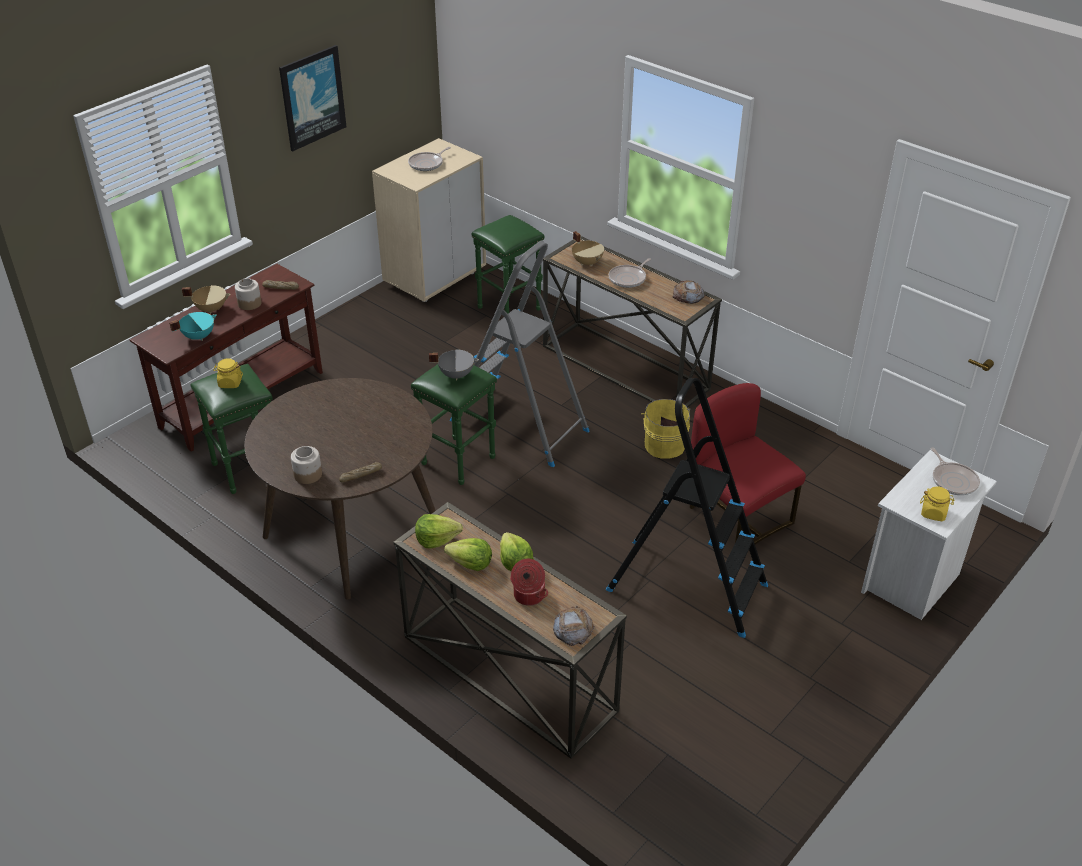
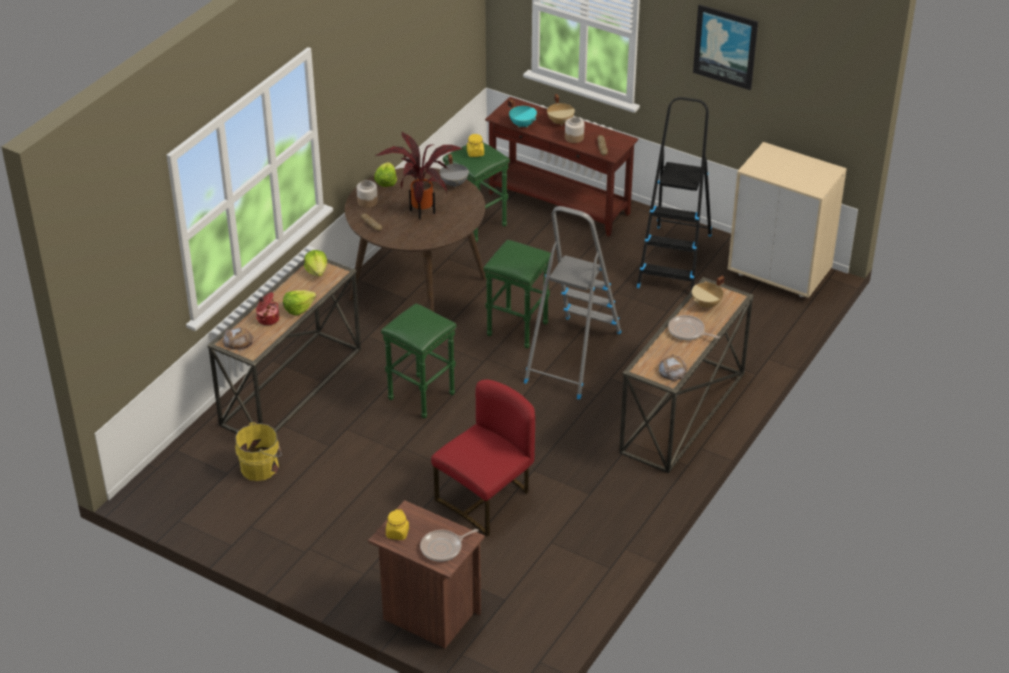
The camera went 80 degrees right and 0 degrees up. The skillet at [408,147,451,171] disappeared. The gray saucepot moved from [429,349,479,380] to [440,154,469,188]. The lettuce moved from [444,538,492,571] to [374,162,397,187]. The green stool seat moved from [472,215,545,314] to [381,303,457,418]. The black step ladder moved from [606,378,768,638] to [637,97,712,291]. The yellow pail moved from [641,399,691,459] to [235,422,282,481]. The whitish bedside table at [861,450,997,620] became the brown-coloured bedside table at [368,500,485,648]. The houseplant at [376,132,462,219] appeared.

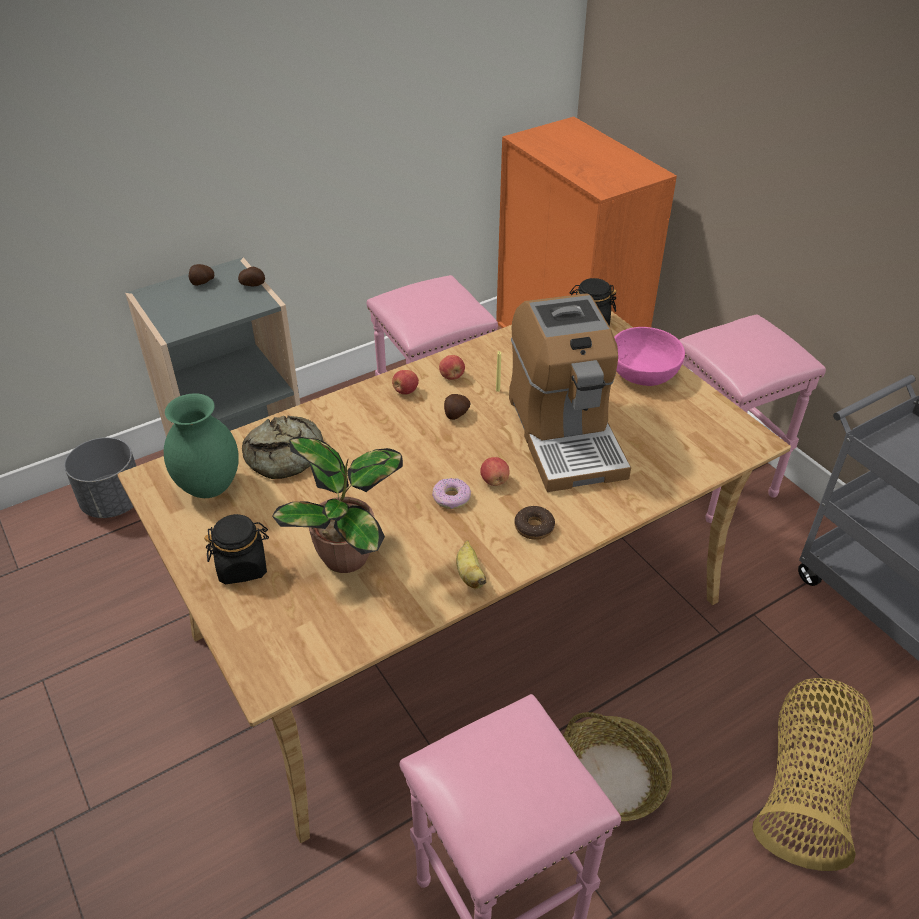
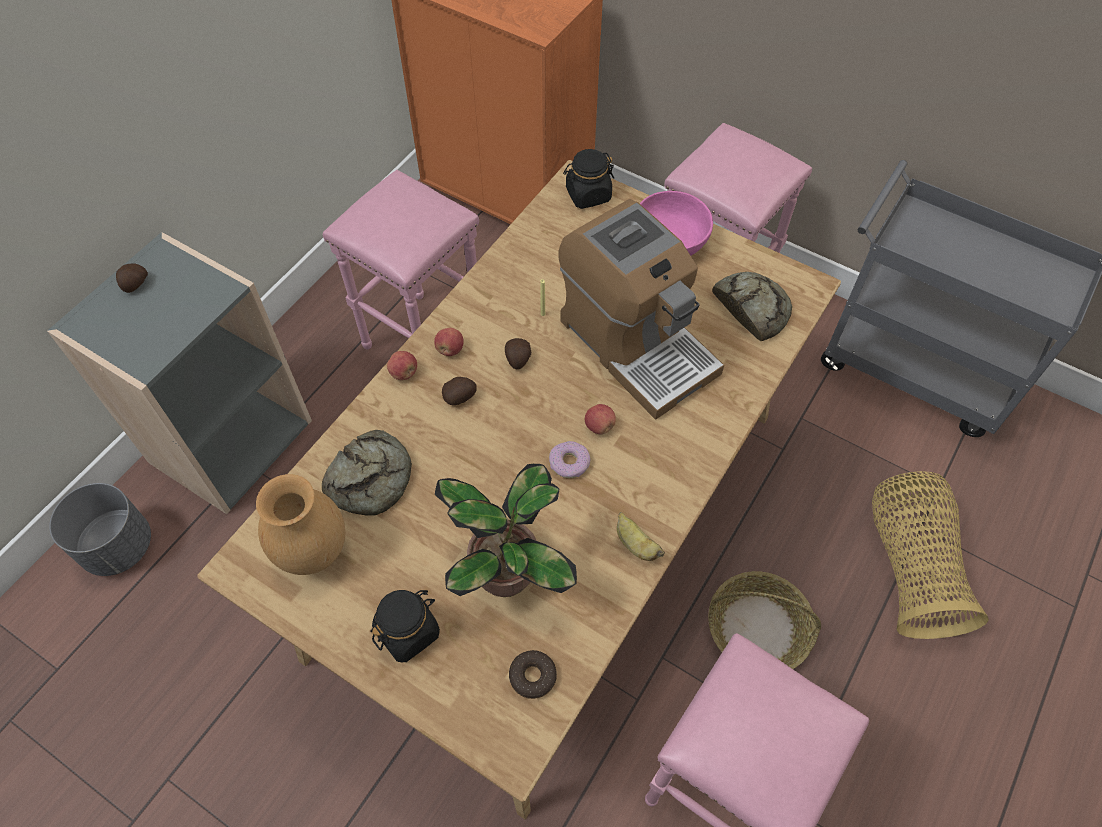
The camera went 25 degrees left and 15 degrees up. The green vase at [164,393,239,498] became the brown-coloured vase at [256,474,345,575]. The potato moved from [238,266,265,287] to [442,377,476,405]. The whole apple moved from [439,355,465,380] to [387,351,417,380]. The doughnut moved from [515,506,555,540] to [509,650,557,699]. The baked bread at [712,272,792,341] appeared.

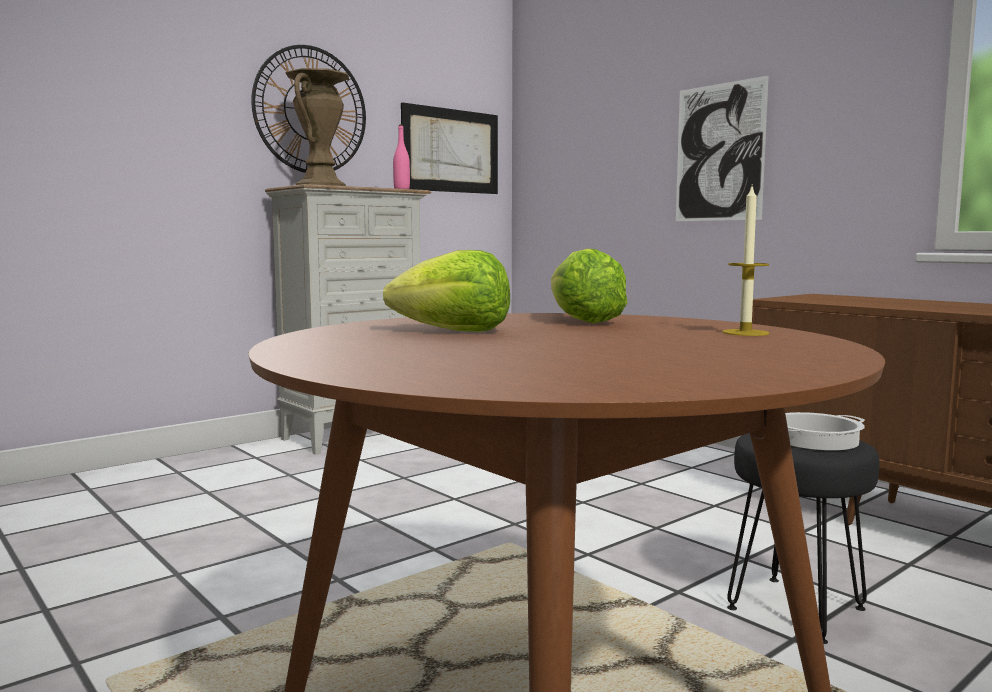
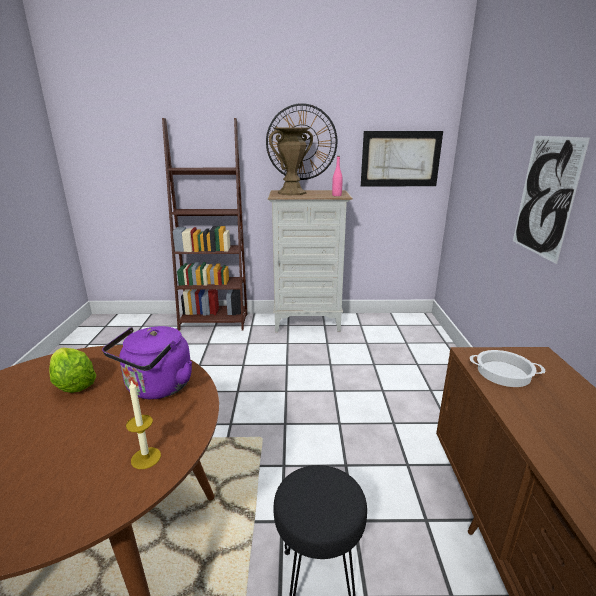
The camera went 40 degrees right and 15 degrees up. The lettuce at [551,249,628,323] was replaced by the purplish kettle at [102,326,192,399]. The saucepot moved from [785,412,866,451] to [470,350,546,387]. The brown-coloured bookshelf at [162,118,247,331] appeared.

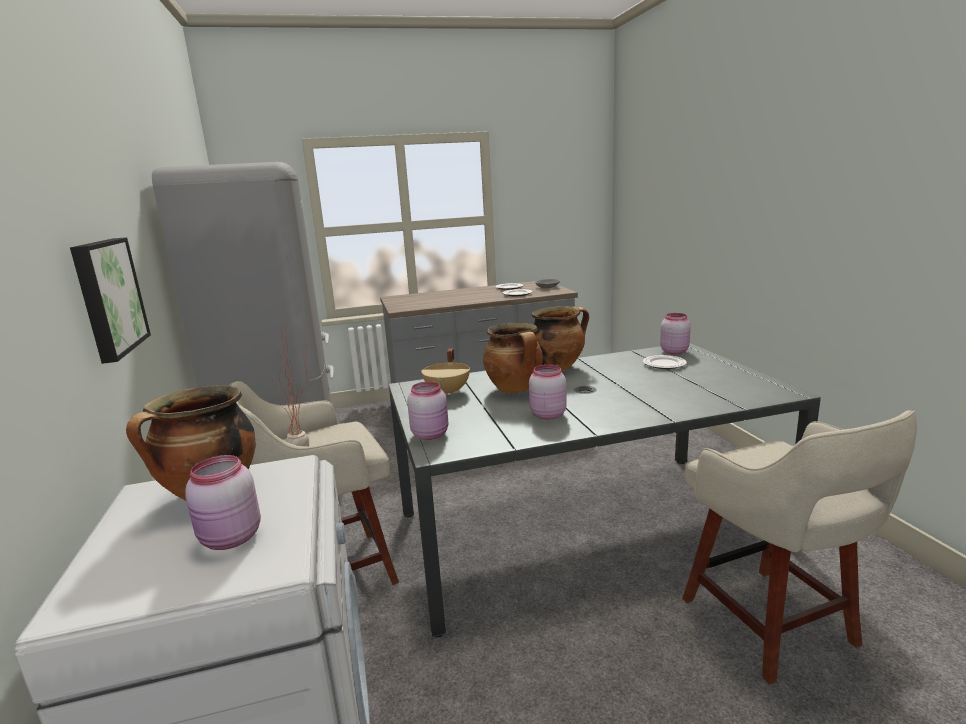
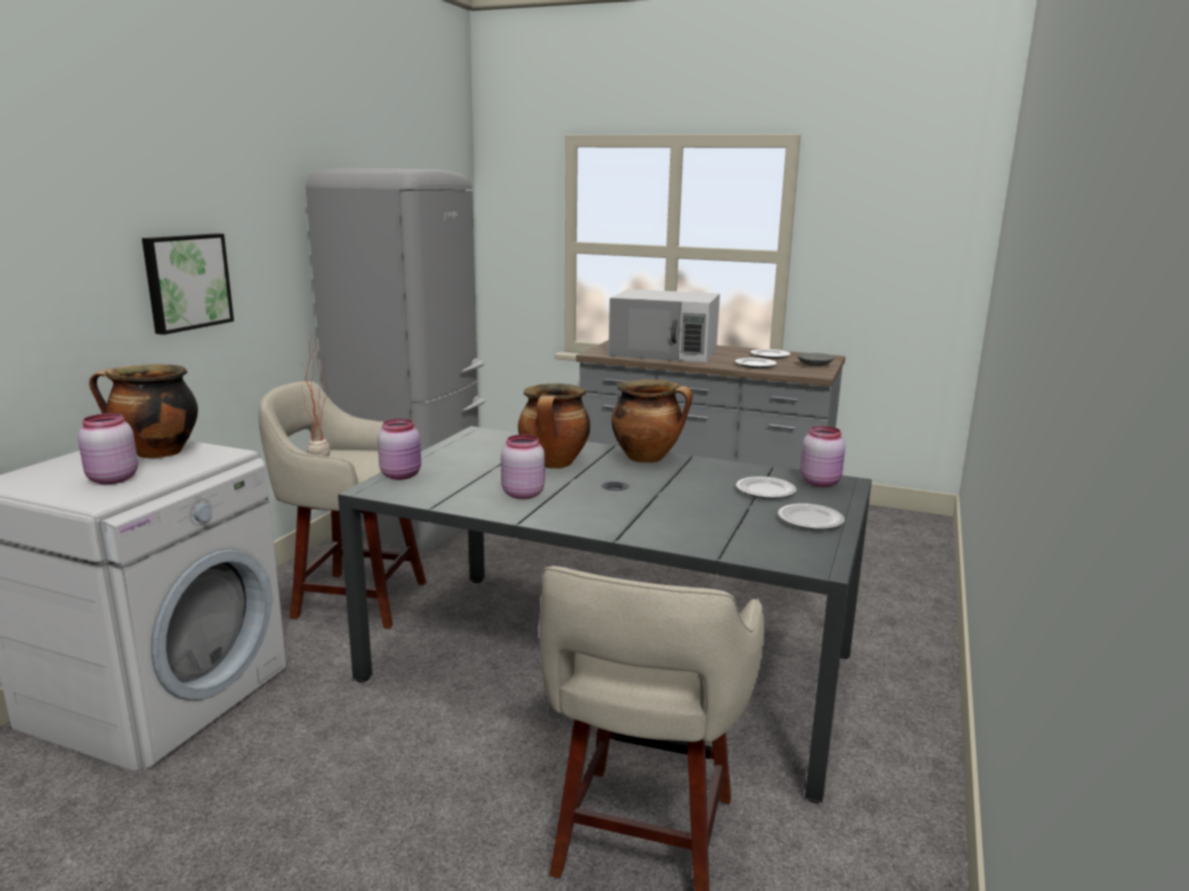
The camera went 35 degrees right and 0 degrees up. The beige saucepot at [421,348,470,397] disappeared. The whitish microwave oven at [608,289,720,362] appeared. The flat dish at [778,503,845,530] appeared.

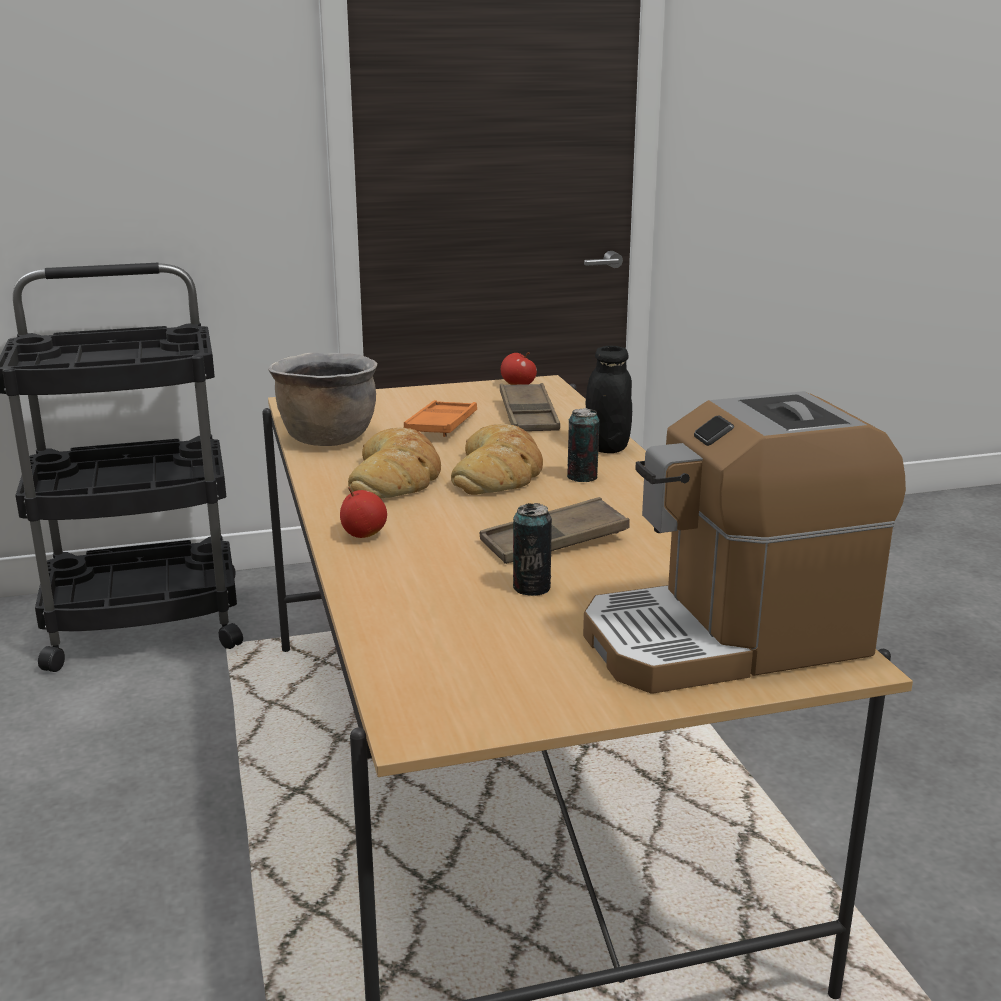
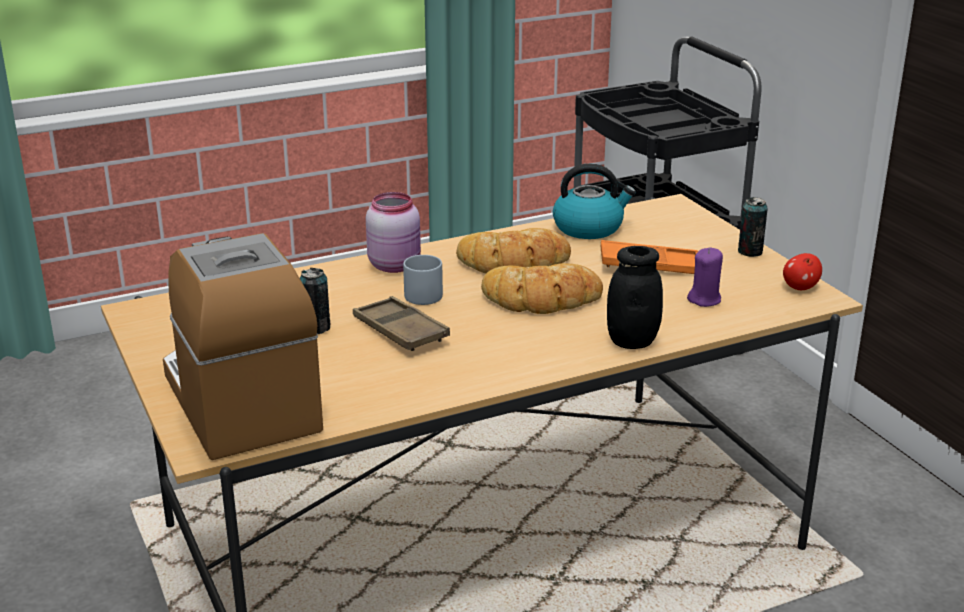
The camera went 80 degrees right and 5 degrees up. The brown-coloured saucepot at [268,353,377,446] was replaced by the kettle at [553,164,636,239]. The whole apple at [340,487,387,538] was replaced by the pinkish storage jar at [366,192,421,273]. The brown-coloured tray at [500,383,560,431] was replaced by the purplish wax candle at [687,248,723,307]. The sealed can moved from [567,408,600,482] to [738,197,768,257]. The gray coffee mug at [403,255,443,305] appeared.

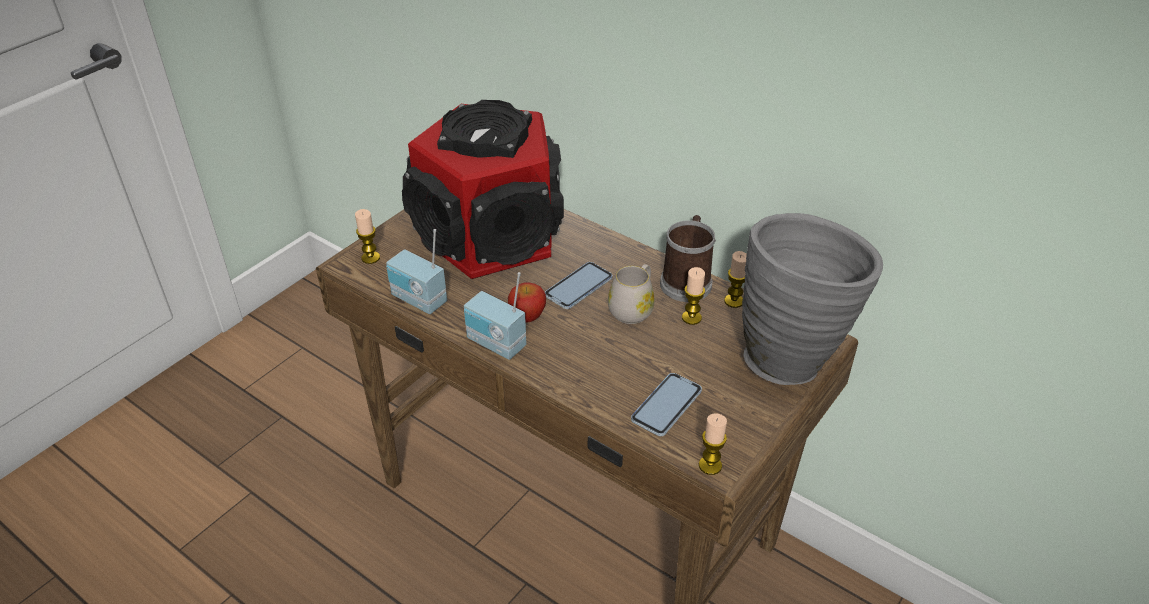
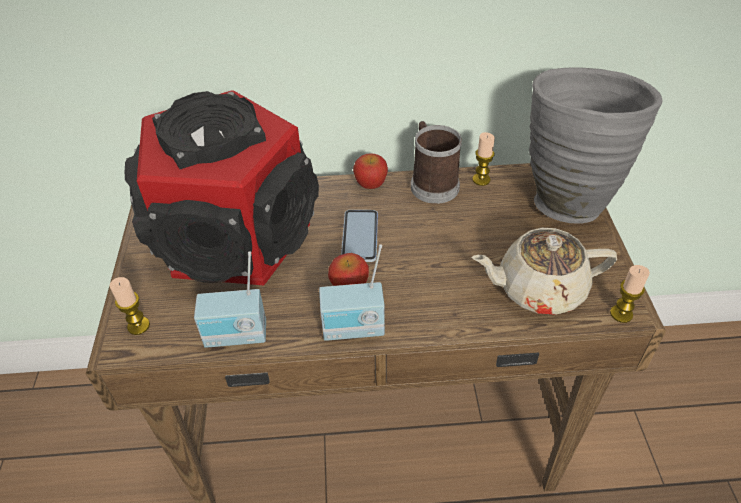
The camera went 40 degrees left and 5 degrees up. The whitish coffee mug at [608,264,655,324] disappeared. The handset at [631,373,702,436] was replaced by the beige teapot at [472,228,617,315]. The wax candle at [682,267,705,325] disappeared. The whole apple at [353,153,388,189] appeared.

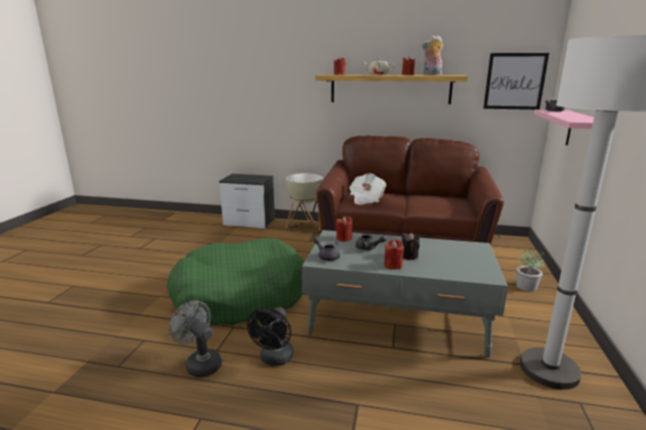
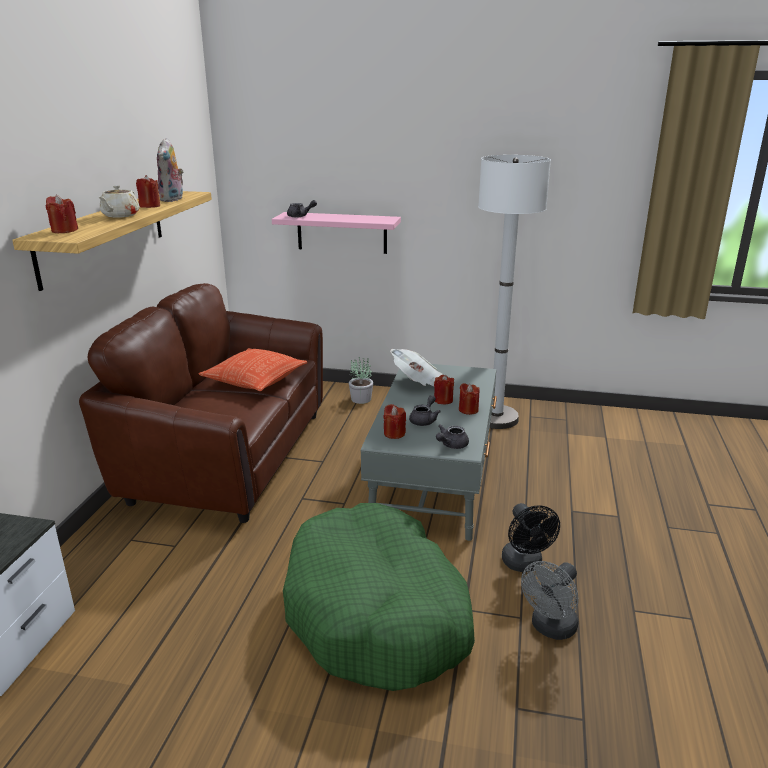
The camera went 90 degrees left and 5 degrees up. The black fan at [247,307,294,366] turned 60 degrees clockwise. The planter at [285,173,323,233] disappeared. The printed paper moved from [349,173,387,205] to [390,349,443,387]. The black wax candle at [402,233,420,260] became the red wax candle at [434,375,454,405]. The picture at [483,53,549,110] disappeared. The orange cushion at [199,348,307,391] appeared.

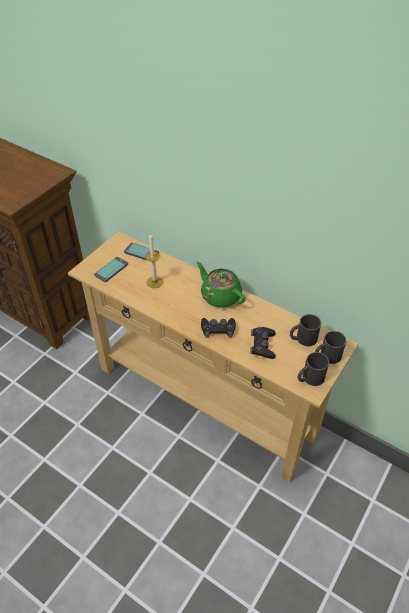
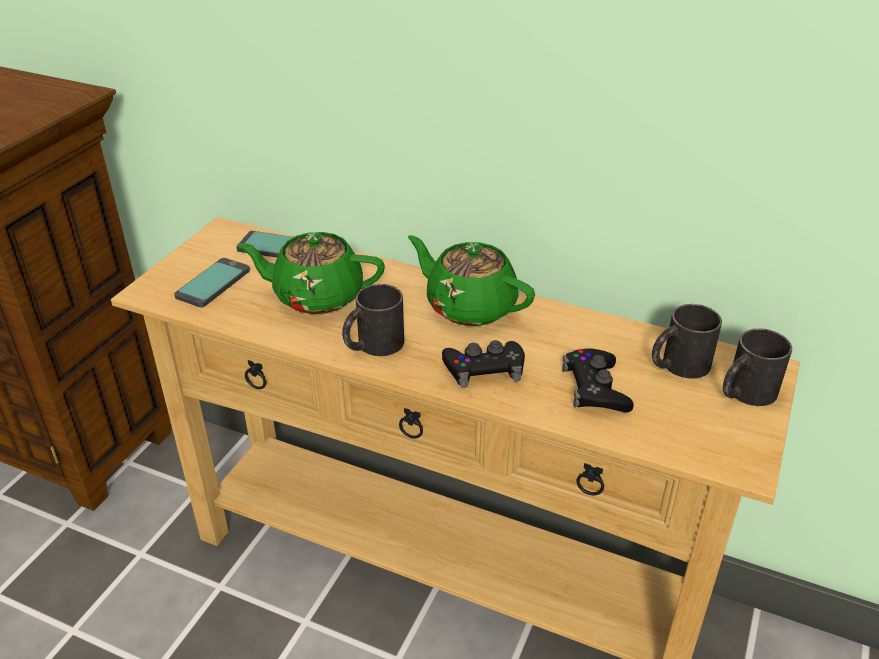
The camera went 10 degrees left and 10 degrees down. The wax candle at [145,233,164,288] was replaced by the green teapot at [237,232,385,314]. The black coffee mug moved from [298,352,329,386] to [342,284,404,356].

